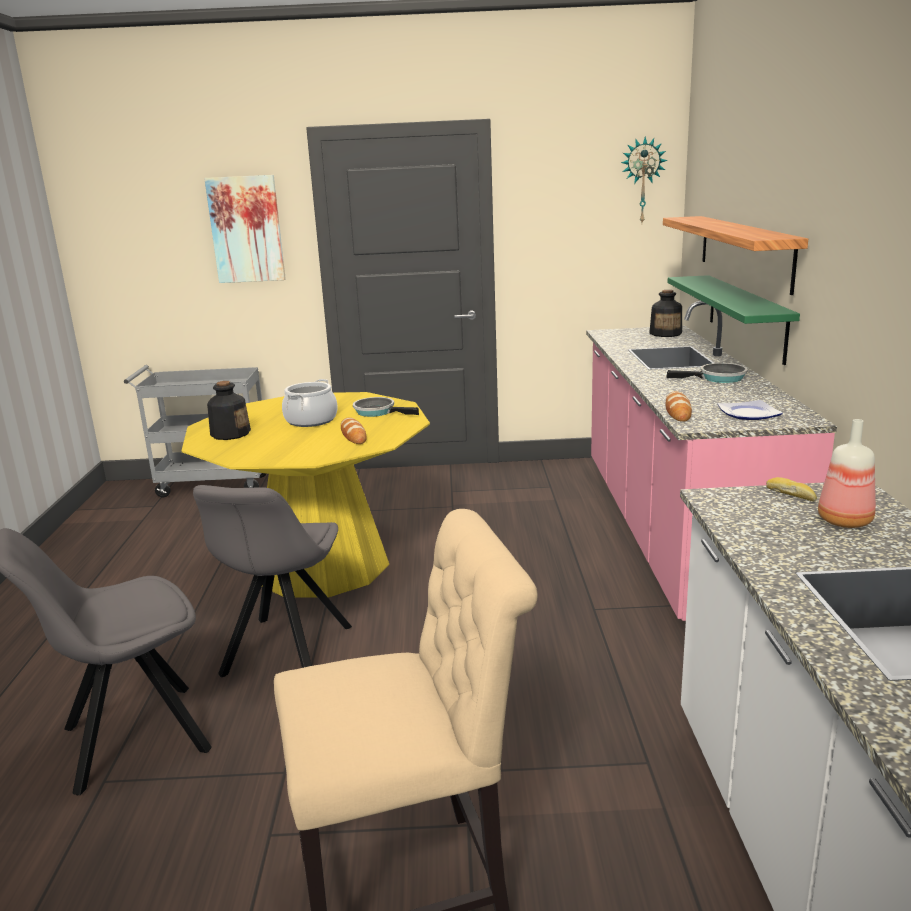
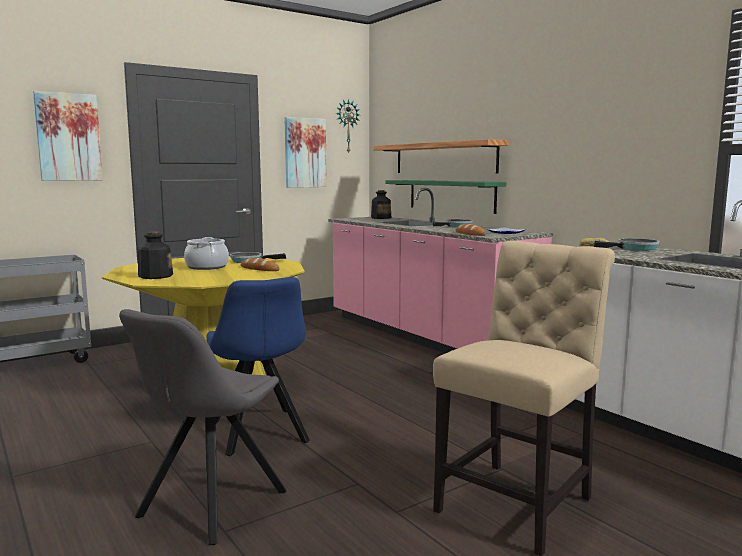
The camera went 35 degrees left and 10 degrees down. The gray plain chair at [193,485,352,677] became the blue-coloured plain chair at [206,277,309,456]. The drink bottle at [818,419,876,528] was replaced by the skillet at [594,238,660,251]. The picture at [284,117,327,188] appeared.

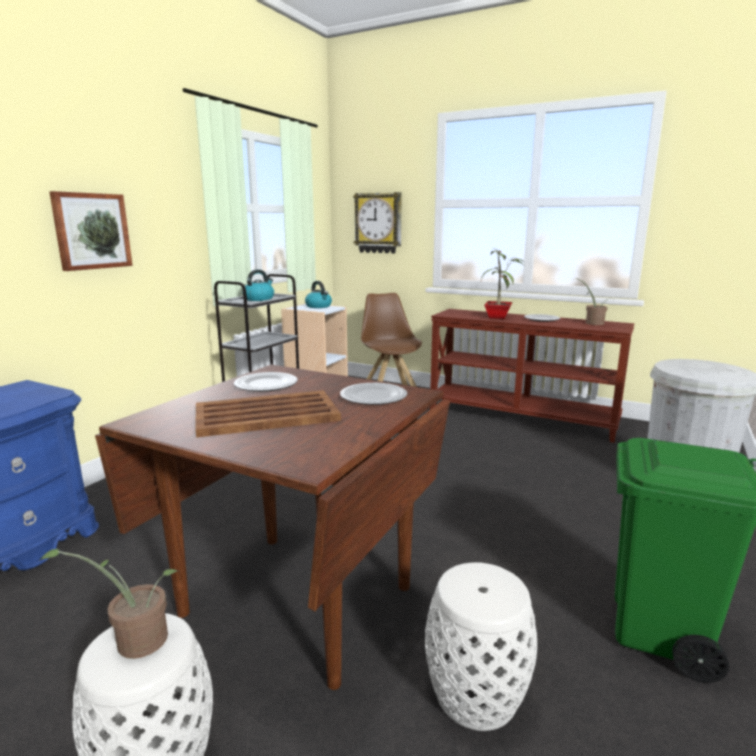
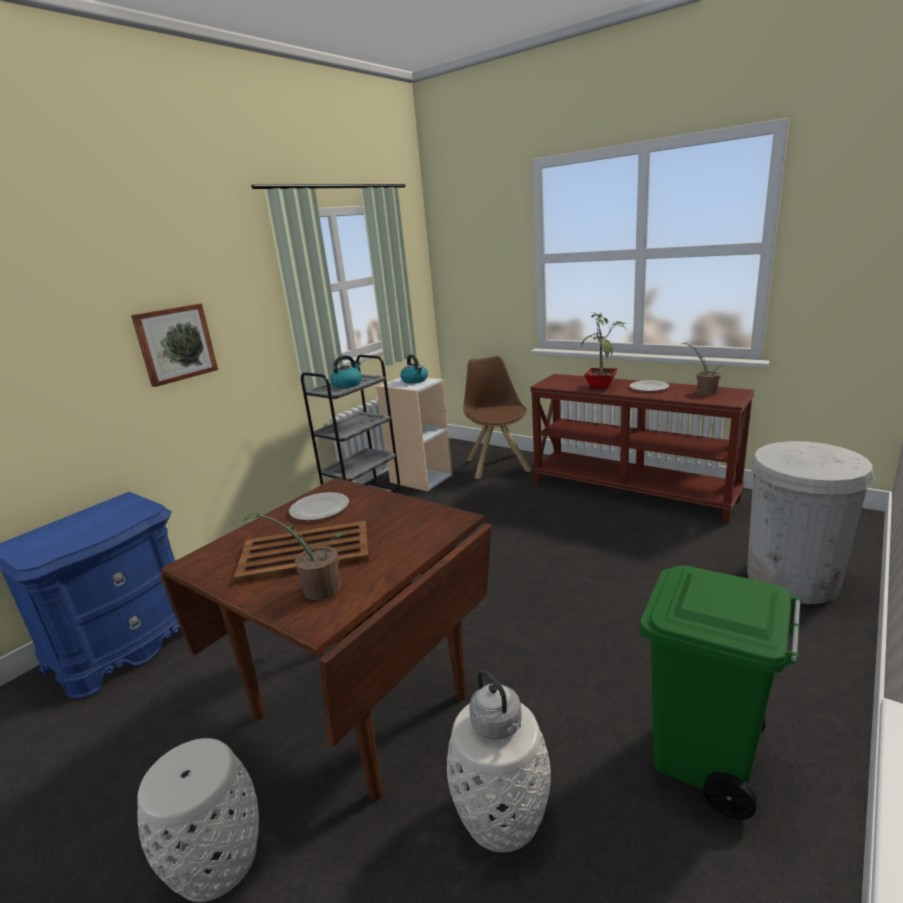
The camera went 10 degrees right and 5 degrees up. The houseplant moved from [38,549,178,659] to [243,513,345,600]. The flat dish at [340,383,407,405] disappeared. The hanging clock at [353,192,402,253] disappeared. The gray kettle at [469,670,522,740] appeared.

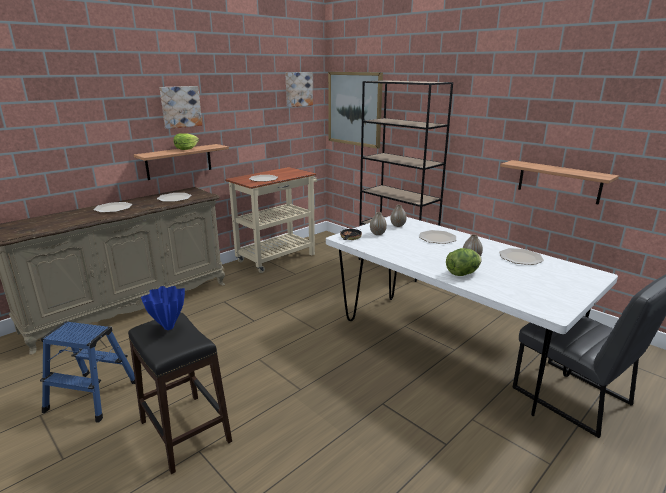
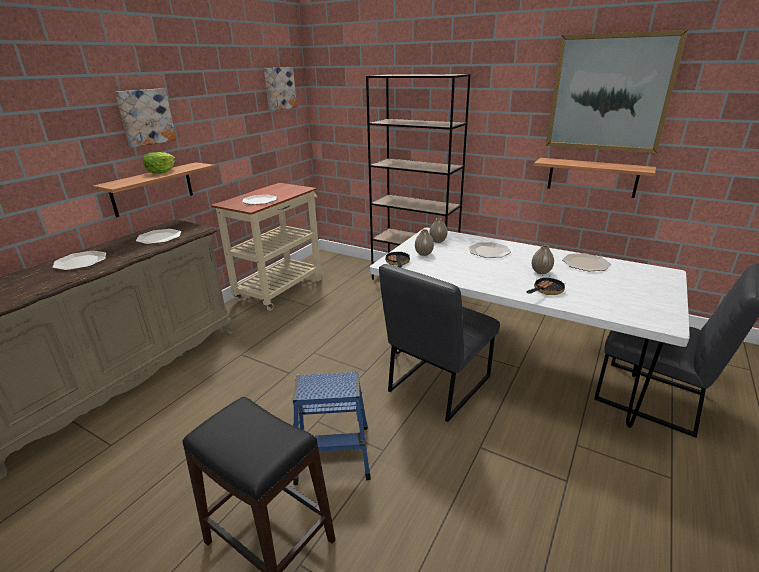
The camera went 15 degrees left and 5 degrees up. The blue-coloured step ladder moved from [40,321,135,423] to [293,371,371,485]. The blue-coloured vase at [141,286,185,330] disappeared. The picture moved from [328,72,383,149] to [546,30,688,153]. The lettuce at [446,248,482,276] was replaced by the skillet at [527,275,565,295]. The gray plain chair at [379,264,500,422] appeared.

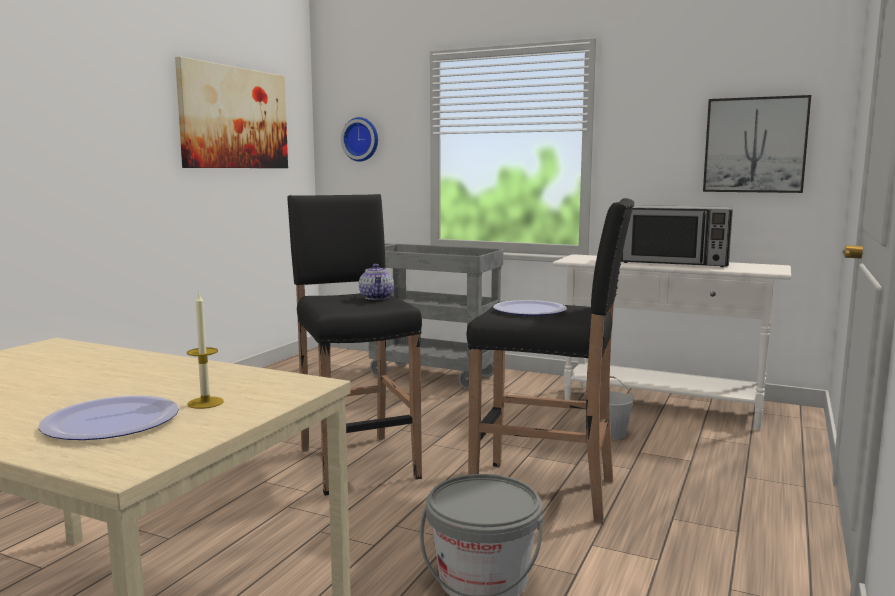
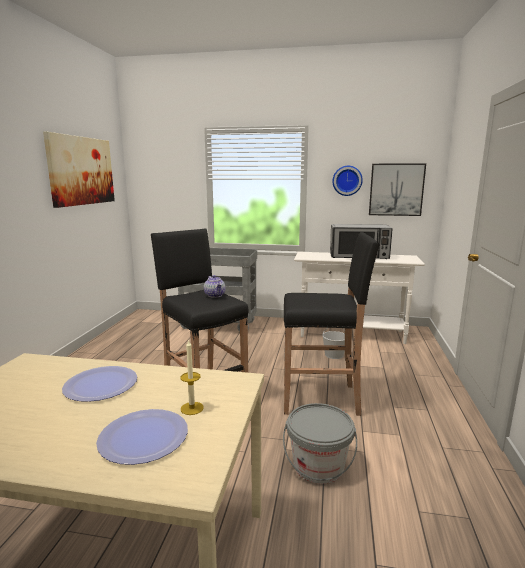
The camera went 15 degrees left and 5 degrees up. The hanging clock moved from [341,117,378,162] to [332,166,363,196]. The flat dish moved from [493,300,567,316] to [62,366,137,402].

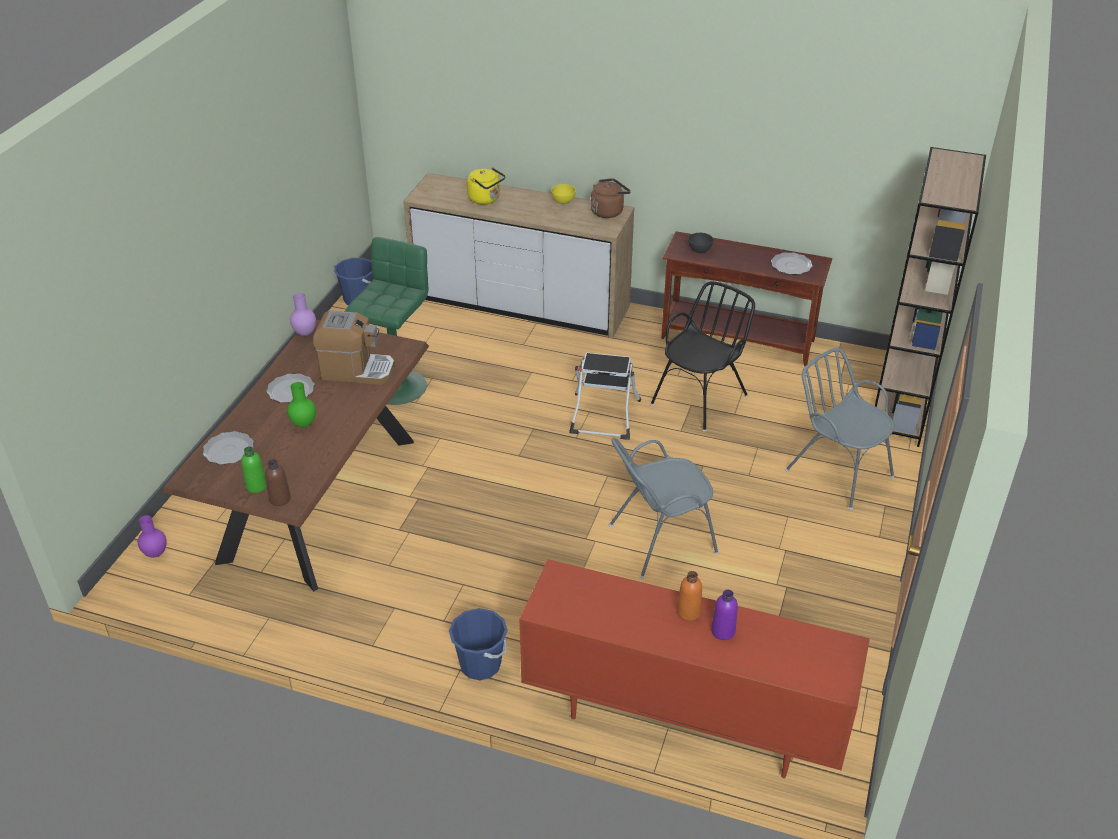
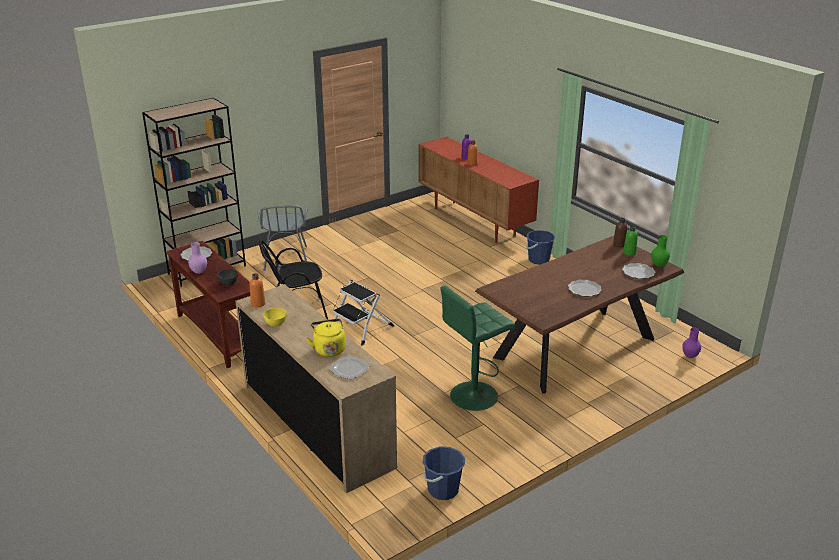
The camera went 145 degrees left and 10 degrees down. The green vase moved from [287,382,316,428] to [651,235,670,267]. The purplish vase moved from [290,293,316,336] to [188,242,207,274]. The coffee brewer at [313,311,395,385] disappeared. The brown-coloured kettle at [591,178,631,218] was replaced by the orange drink bottle at [250,273,265,307]. The gray plain chair at [609,438,719,578] disappeared. The flat dish at [329,356,370,380] appeared.

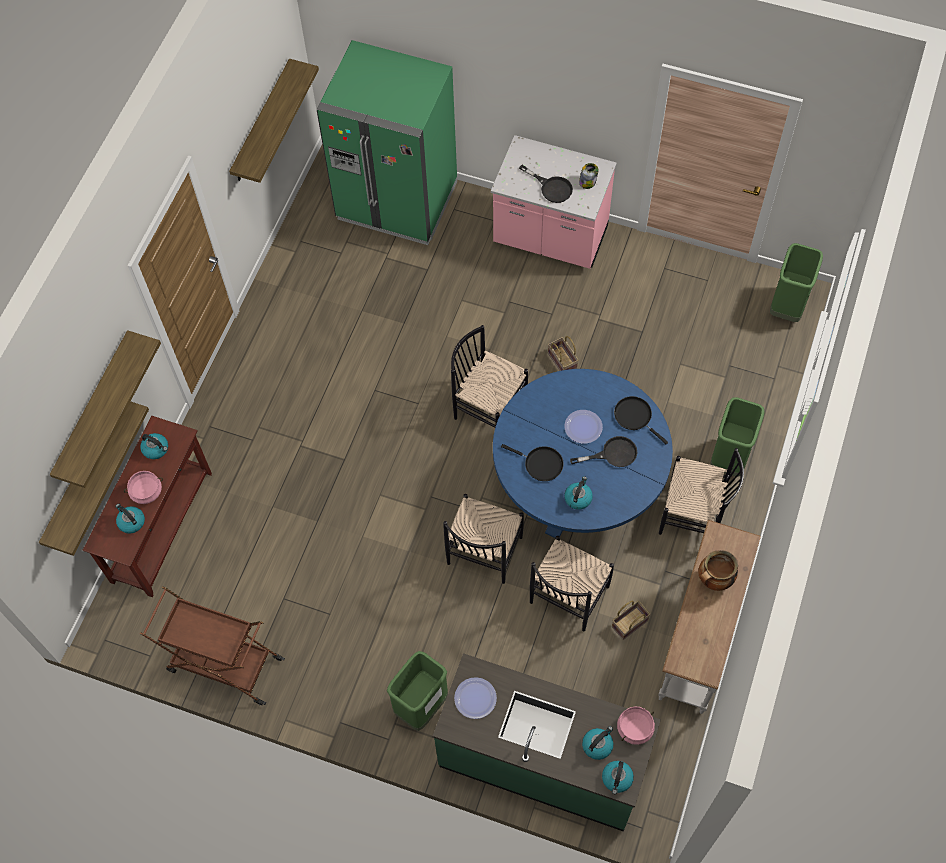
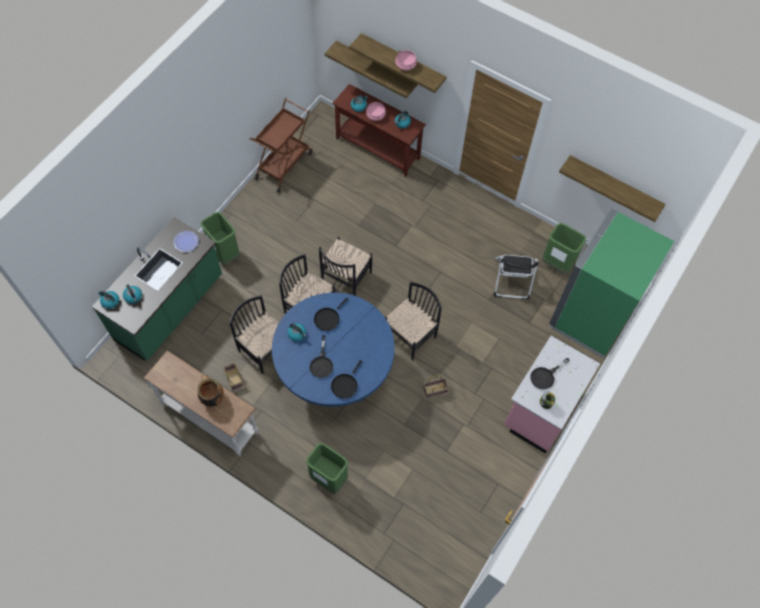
The camera went 100 degrees right and 0 degrees up. The flat dish at [564,410,603,444] disappeared. The black skillet at [614,396,668,444] turned 150 degrees clockwise. The pinkish saucepot moved from [617,706,655,745] to [396,50,417,70]. The black plain chair moved from [659,448,744,535] to [319,237,372,296]. The green trash can moved from [770,243,823,322] to [542,223,586,274]. The step ladder at [494,255,539,299] appeared.

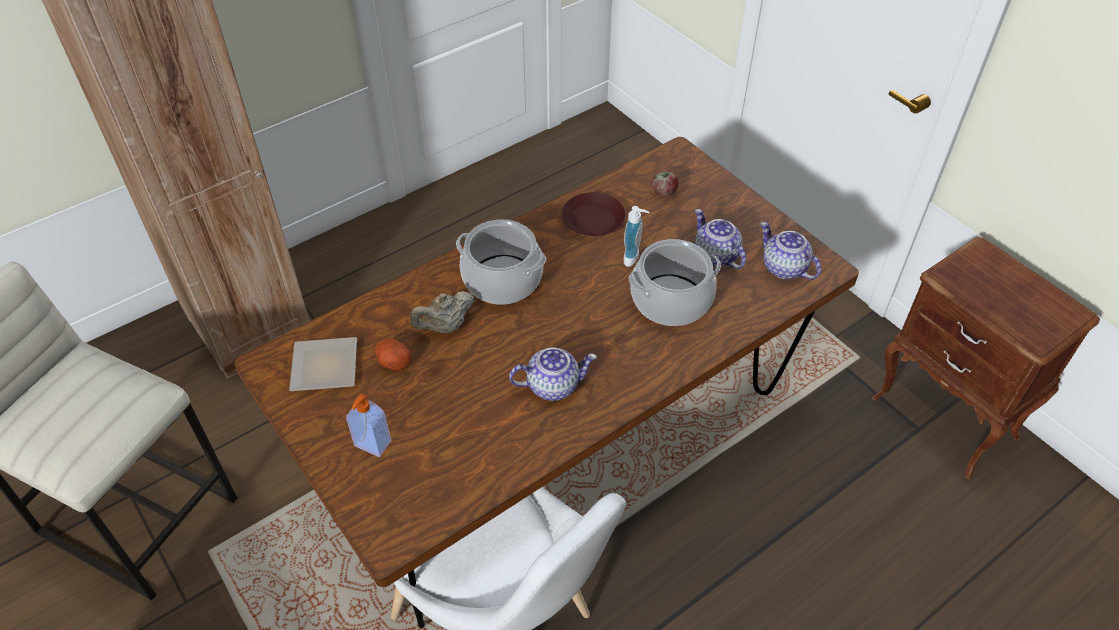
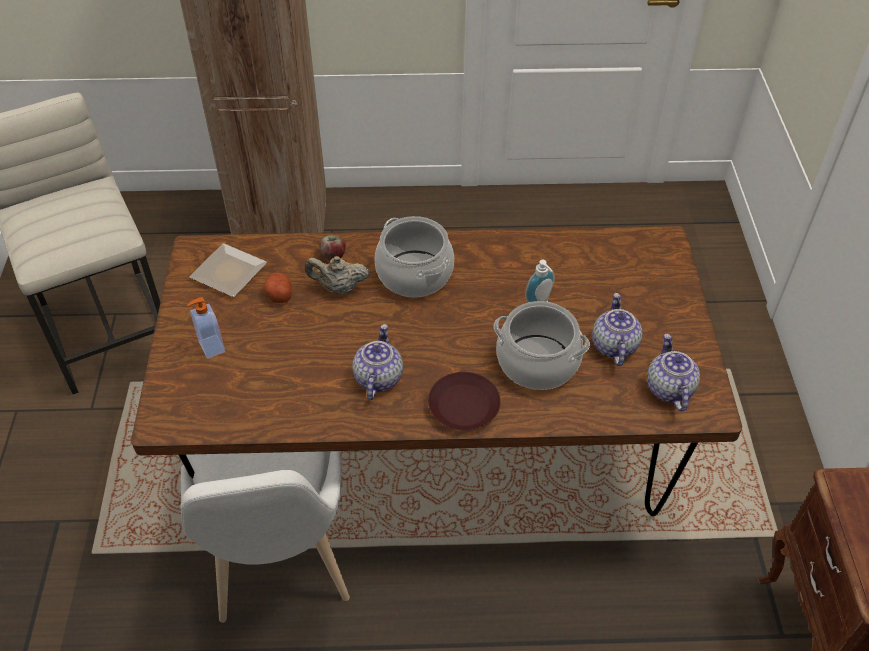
The camera went 35 degrees right and 0 degrees up. The teapot at [509,348,597,401] turned 105 degrees counterclockwise. The brown-coloured flat dish moved from [562,192,625,236] to [428,372,501,430]. The whole apple moved from [652,171,678,197] to [319,235,346,260].

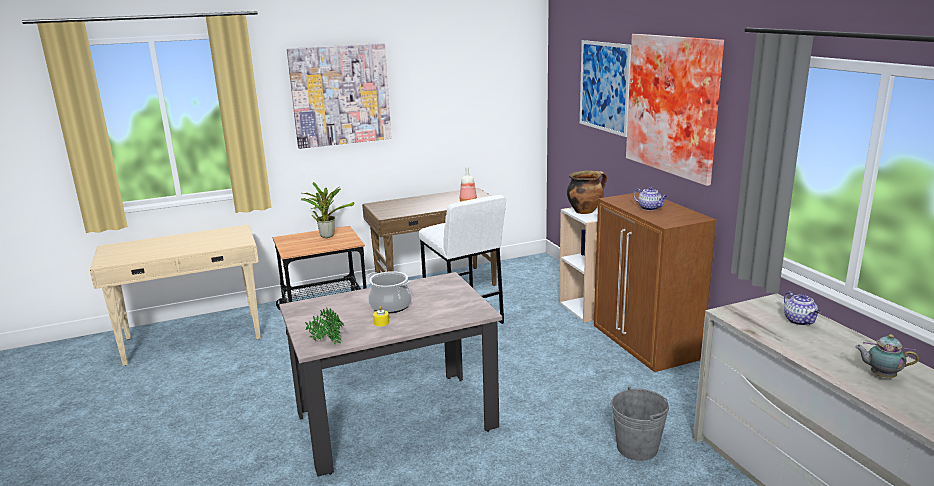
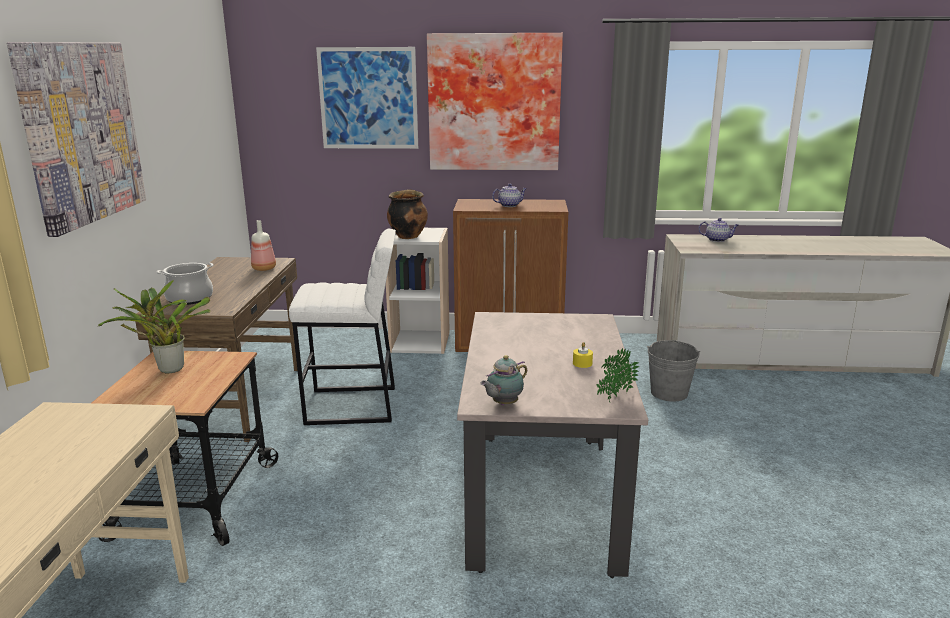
The camera went 65 degrees left and 0 degrees up. The saucepot moved from [367,271,412,313] to [156,263,213,305]. The teapot moved from [855,334,919,378] to [480,355,527,405].

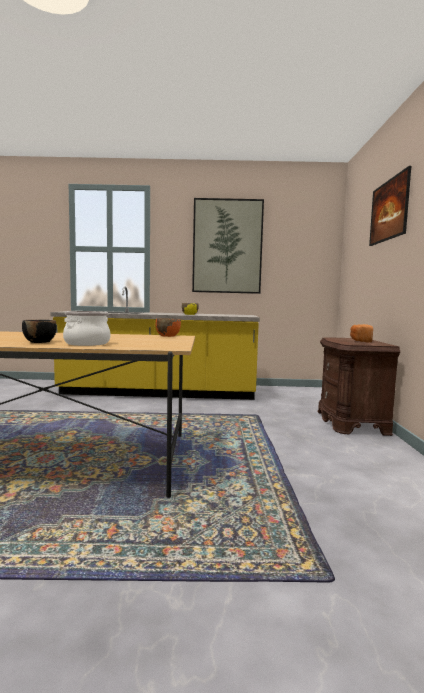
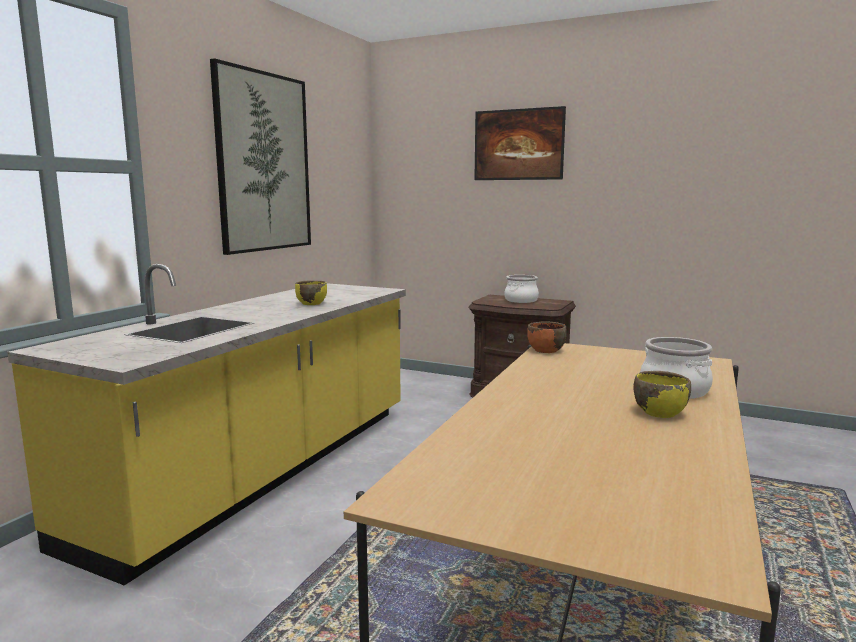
The camera went 65 degrees left and 5 degrees up. The black deep dish at [22,320,57,343] became the yellow deep dish at [633,371,691,418]. The baked bread at [350,324,373,342] was replaced by the saucepot at [504,275,539,303].

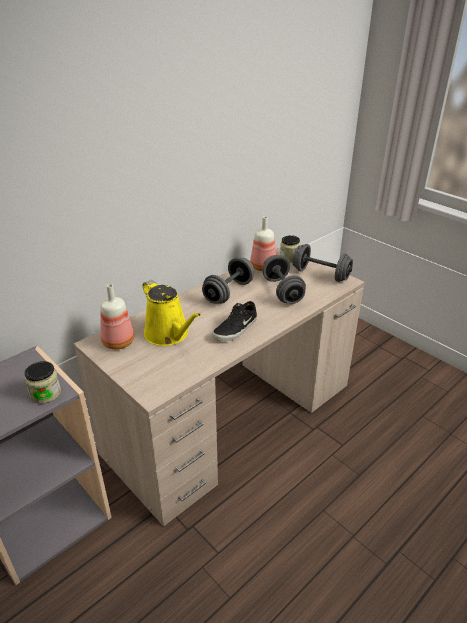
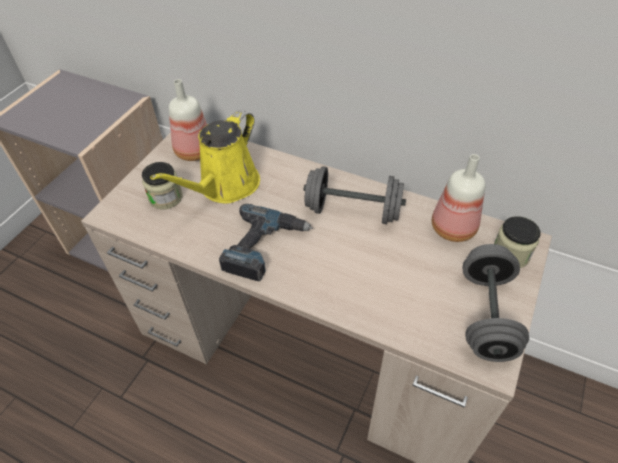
The camera went 70 degrees right and 15 degrees up. The storage jar moved from [24,361,61,404] to [142,162,183,210]. The black low shoe at [212,301,257,341] was replaced by the power drill at [219,204,313,281]. The gray free weight at [262,255,306,304] disappeared.

